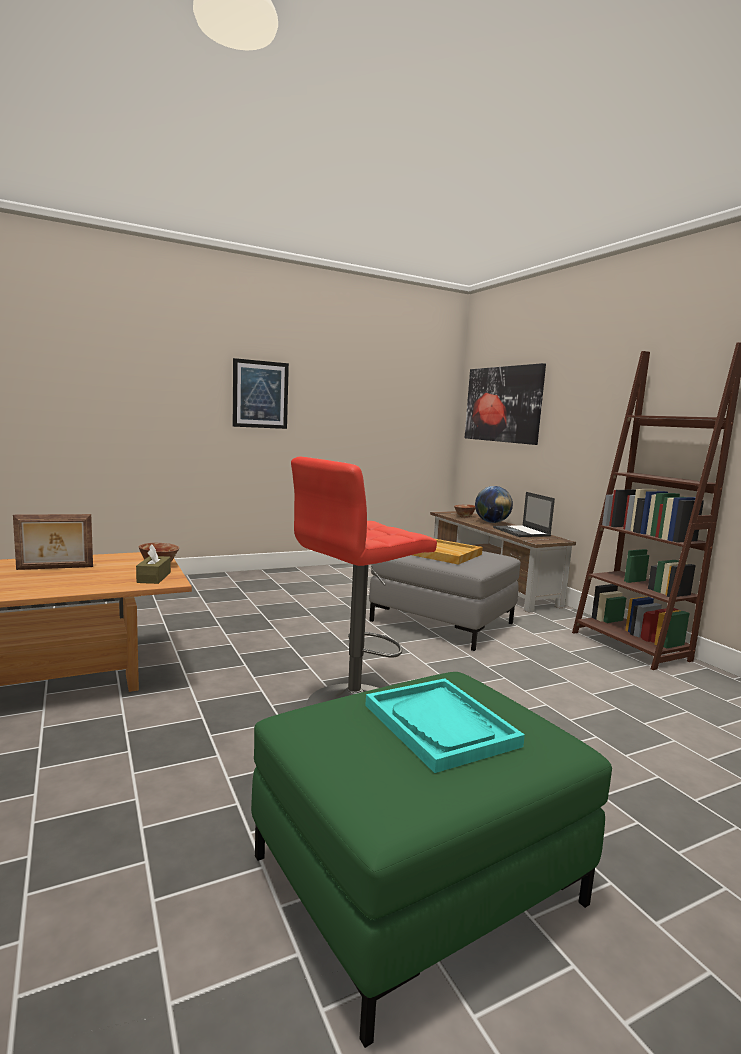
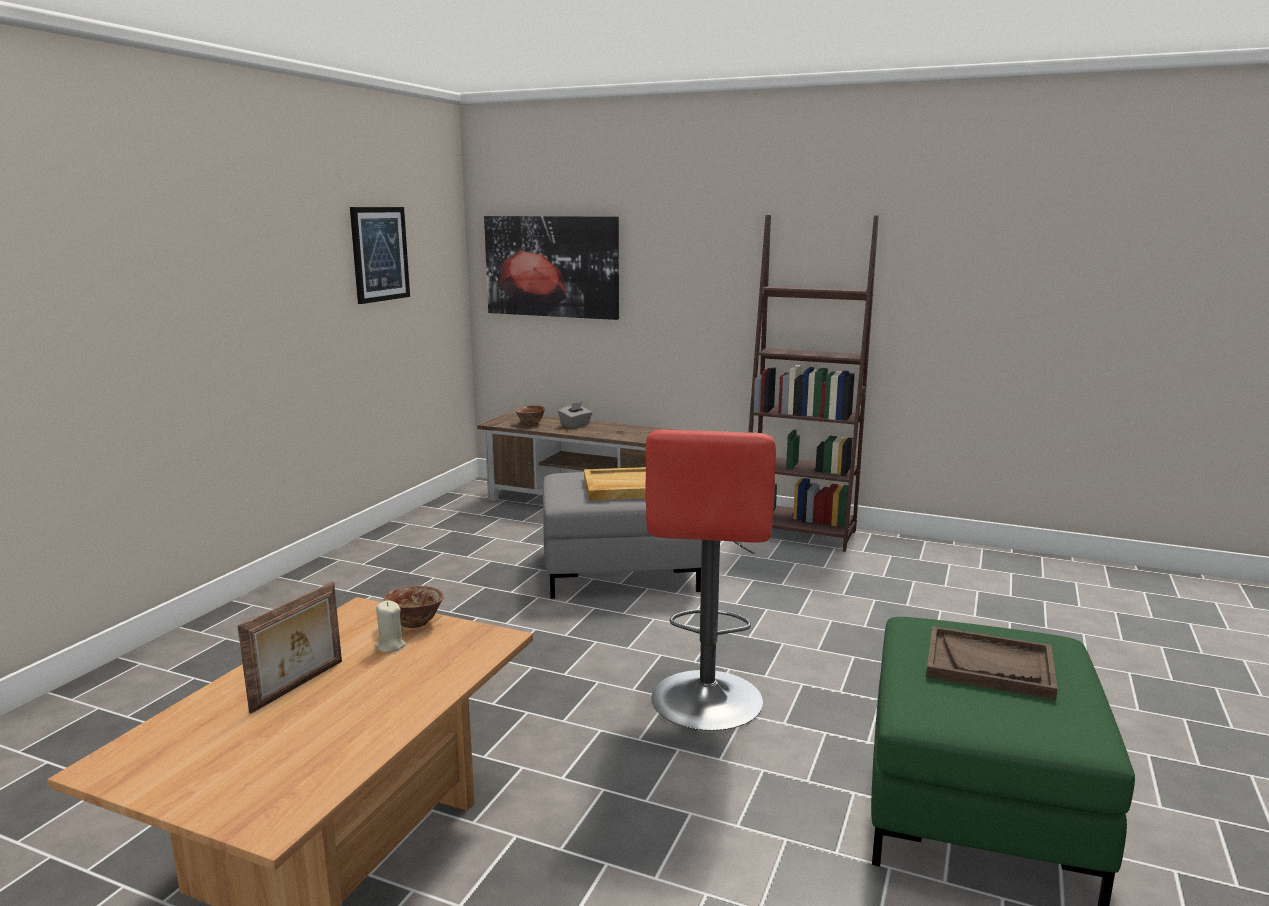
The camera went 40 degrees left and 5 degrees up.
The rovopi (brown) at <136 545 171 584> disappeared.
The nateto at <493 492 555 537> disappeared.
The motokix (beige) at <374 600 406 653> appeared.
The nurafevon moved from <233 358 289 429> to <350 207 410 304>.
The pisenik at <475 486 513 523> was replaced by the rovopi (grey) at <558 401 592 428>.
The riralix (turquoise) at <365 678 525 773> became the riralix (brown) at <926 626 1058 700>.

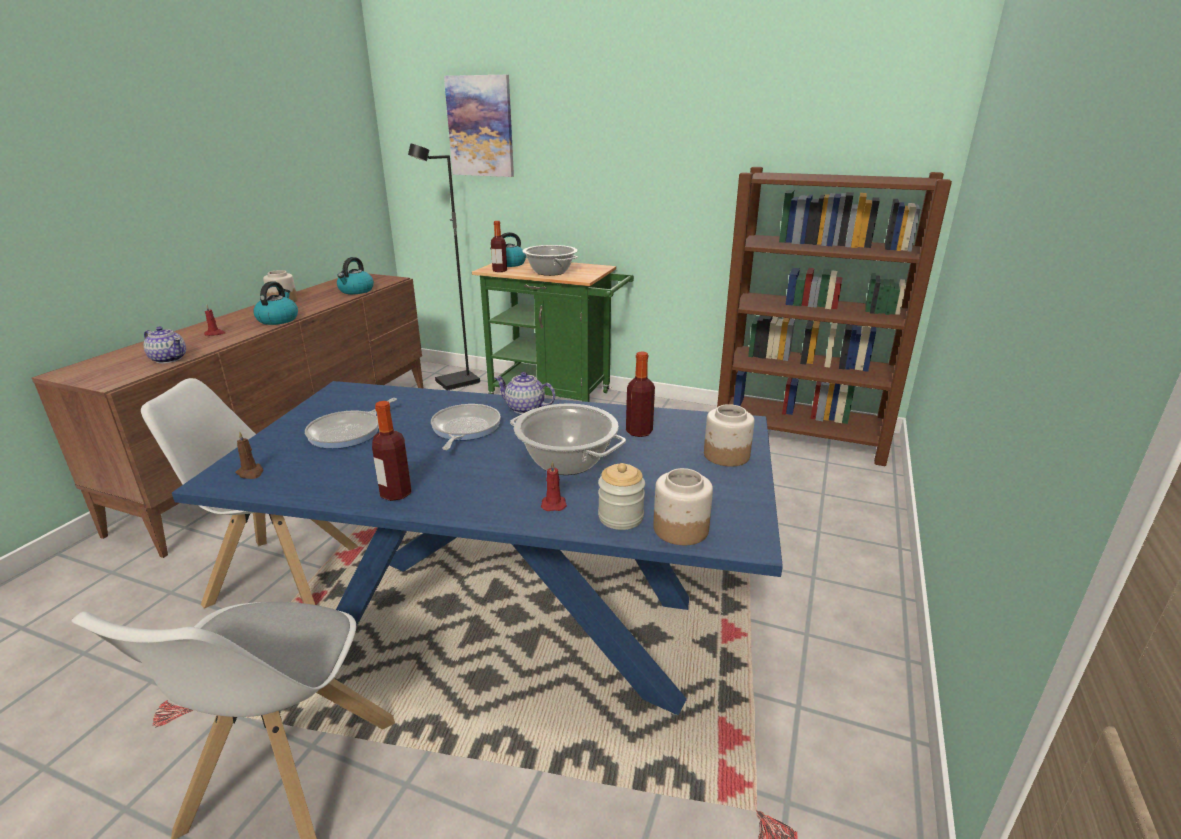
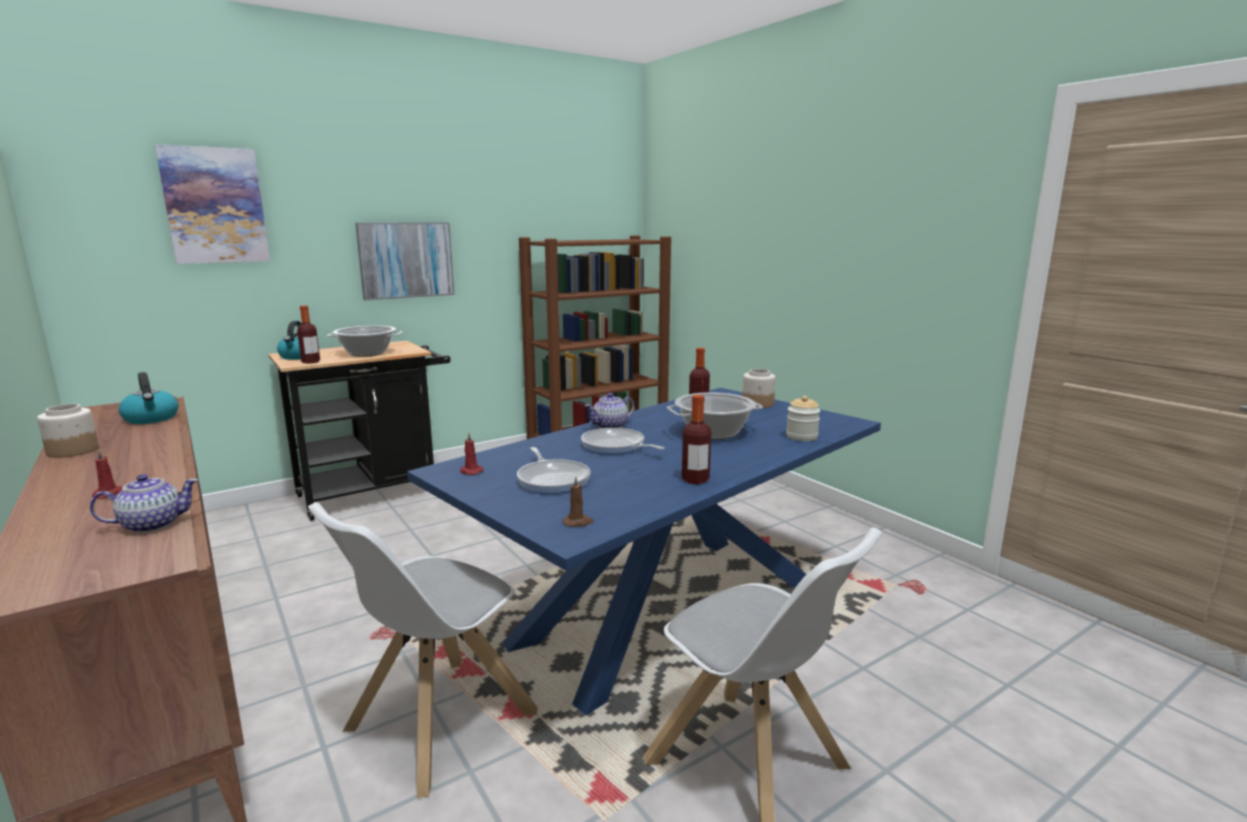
The camera went 55 degrees left and 10 degrees down.
The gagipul at <253 281 298 325> disappeared.
The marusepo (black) at <408 144 480 390> disappeared.
The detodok at <653 468 713 545> disappeared.
The nurafevon at <355 222 454 300> appeared.
The motokix (red) moved from <541 461 567 511> to <460 433 483 475>.
The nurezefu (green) at <472 259 634 402> became the nurezefu (black) at <268 341 450 521>.

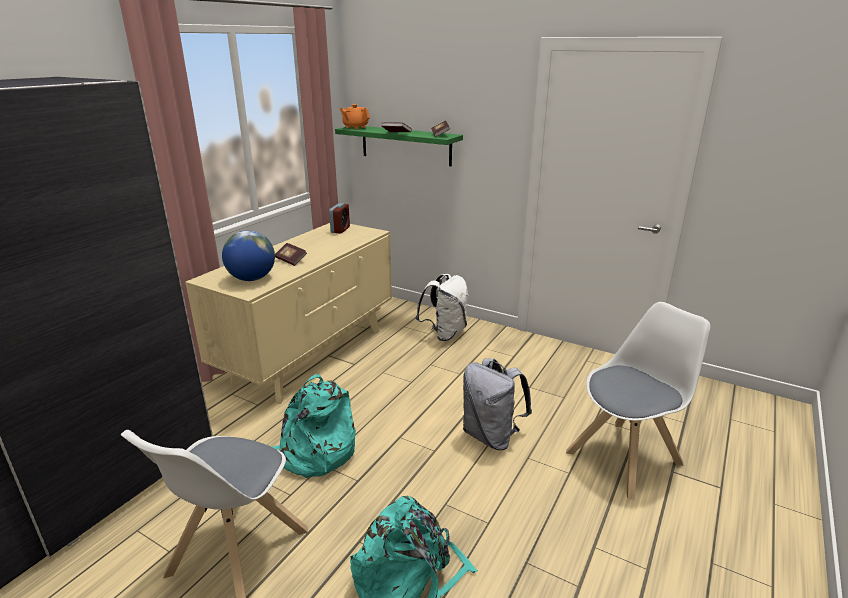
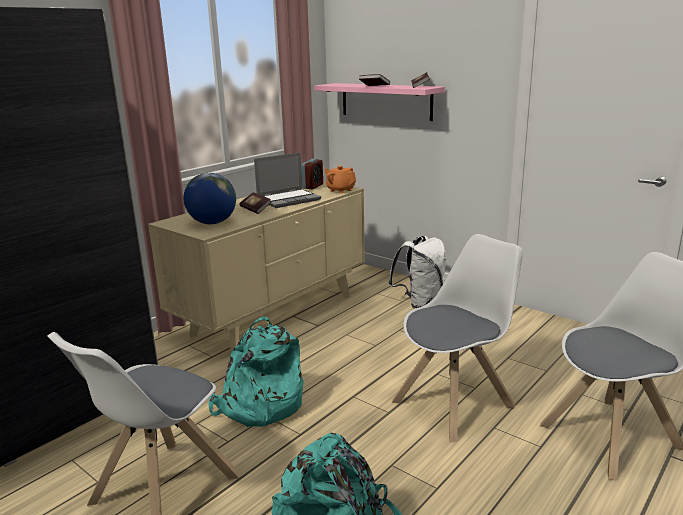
The camera went 10 degrees right and 5 degrees down.
The nateto at <254 152 321 208> appeared.
The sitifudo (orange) moved from <340 104 370 129> to <324 166 356 193>.
The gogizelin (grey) at <463 358 532 450> was replaced by the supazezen at <392 234 523 442>.
The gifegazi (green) at <335 126 463 166> became the gifegazi (pink) at <314 83 445 121>.

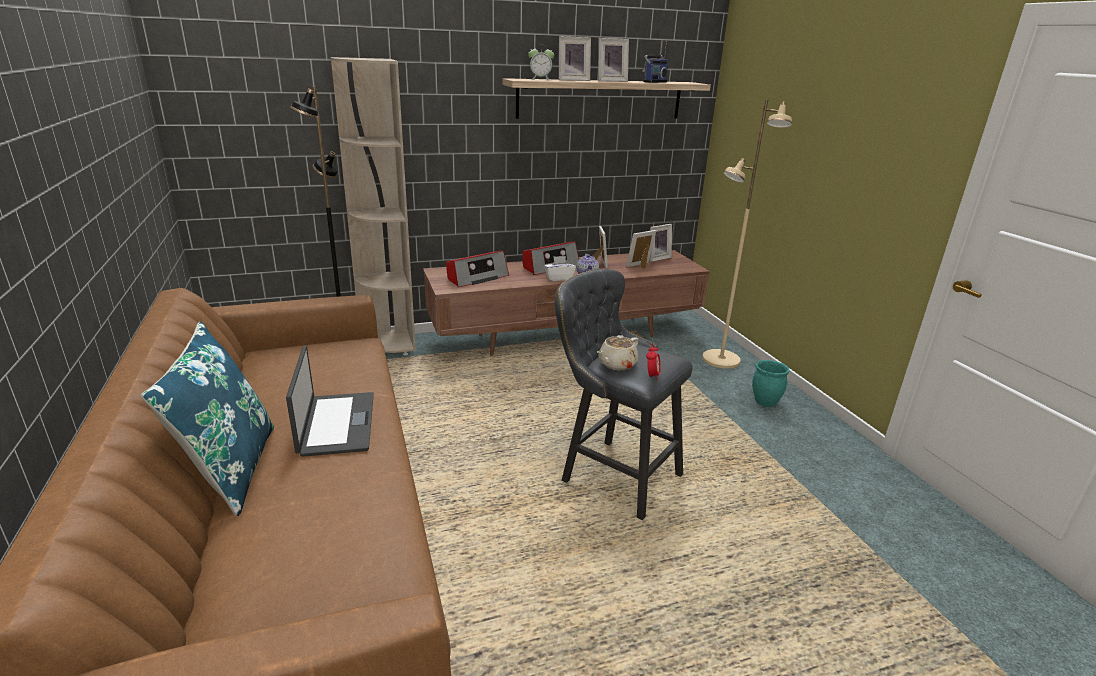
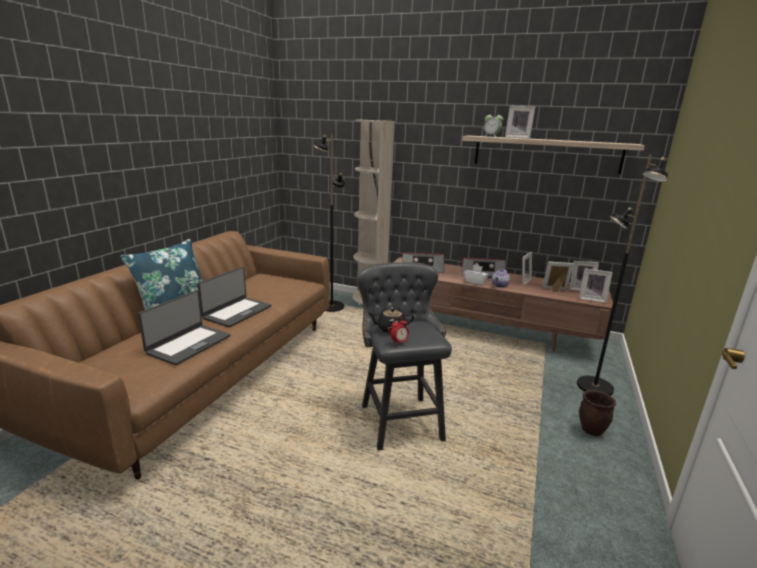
The camera went 40 degrees right and 5 degrees down.
The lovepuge at <642 41 668 83> disappeared.
The nateto at <138 290 230 365> appeared.
The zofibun moved from <598 38 629 82> to <579 268 613 303>.
The sitifudo (beige) at <597 335 639 370> became the sitifudo (black) at <368 307 414 333>.
The marusepo (beige) at <702 99 792 369> became the marusepo (black) at <577 155 668 396>.
The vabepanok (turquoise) at <752 360 790 407> became the vabepanok (brown) at <579 390 616 436>.

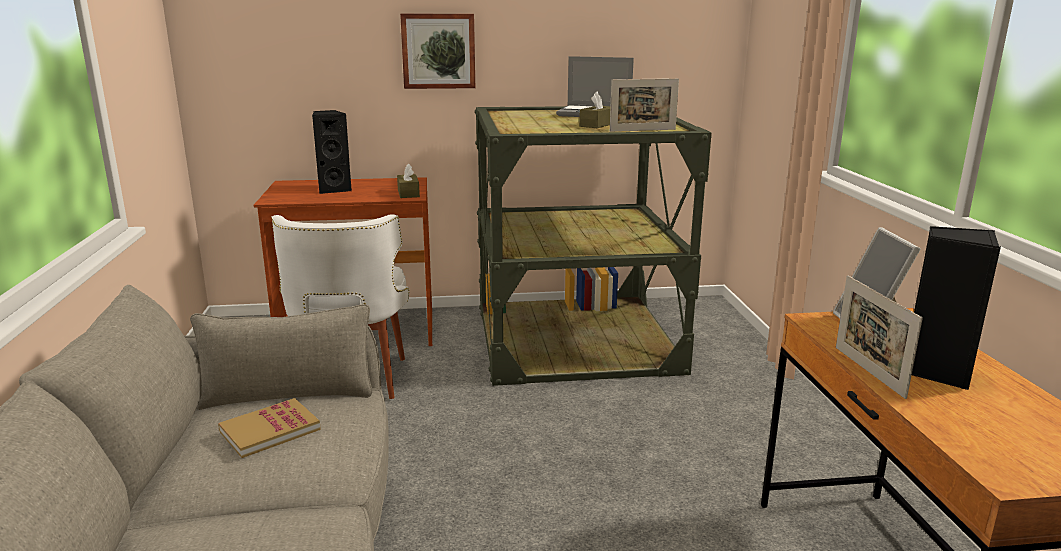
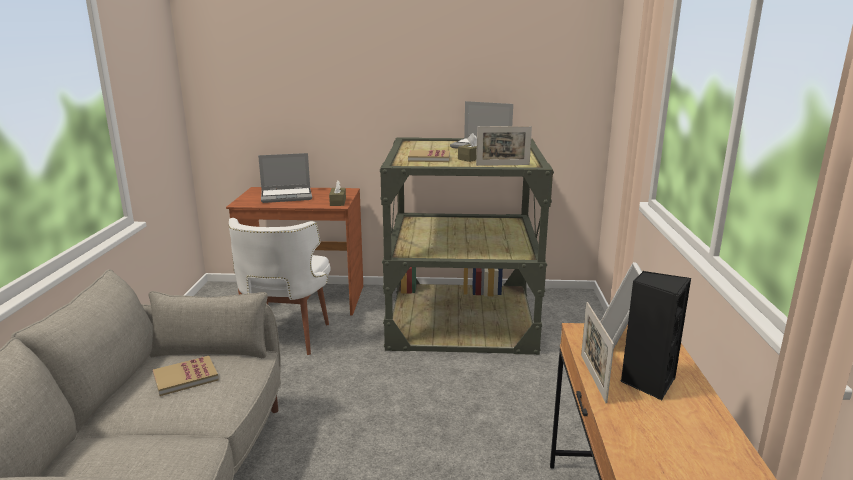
The camera went 10 degrees right and 0 degrees up.
The nurafevon at <400 14 475 89> disappeared.
The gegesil at <408 150 450 162> appeared.
The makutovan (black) at <312 110 352 194> was replaced by the nateto at <258 153 312 203>.

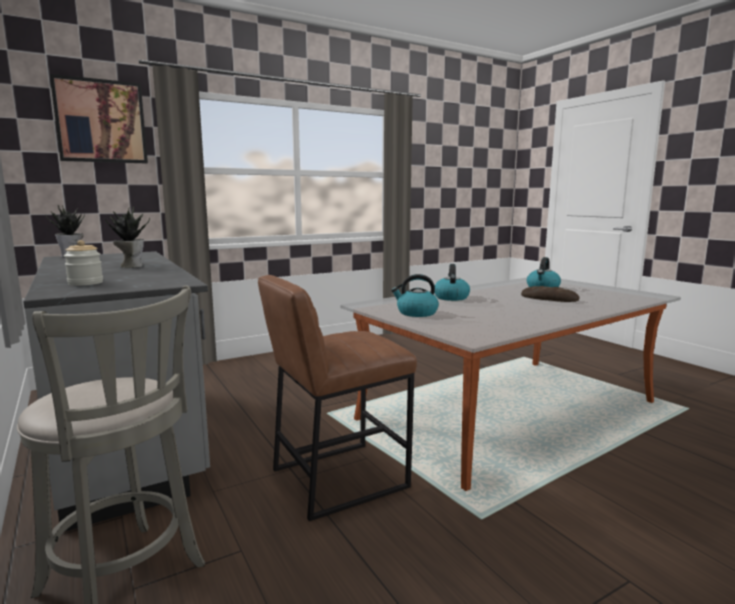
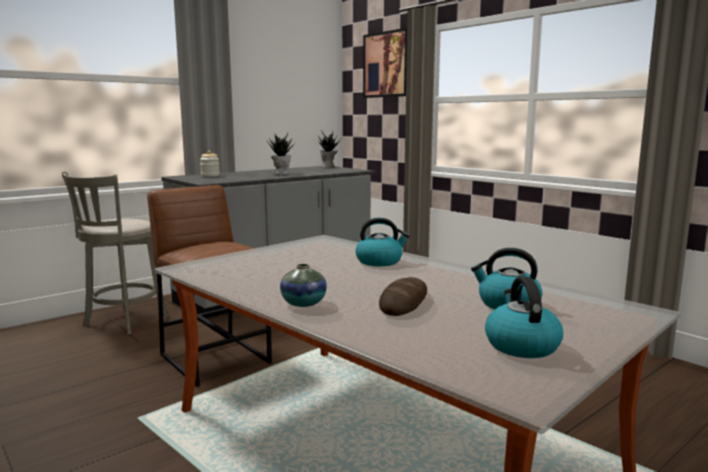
The camera went 80 degrees right and 0 degrees up.
The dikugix at <280 264 327 307> appeared.
The gagipul moved from <391 274 439 317> to <485 276 563 358>.

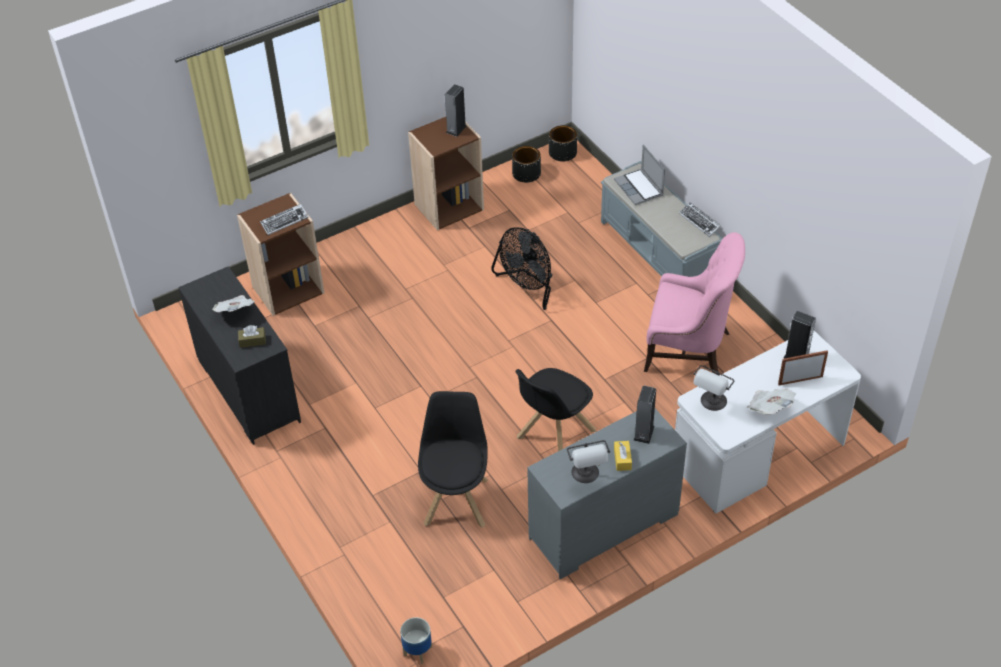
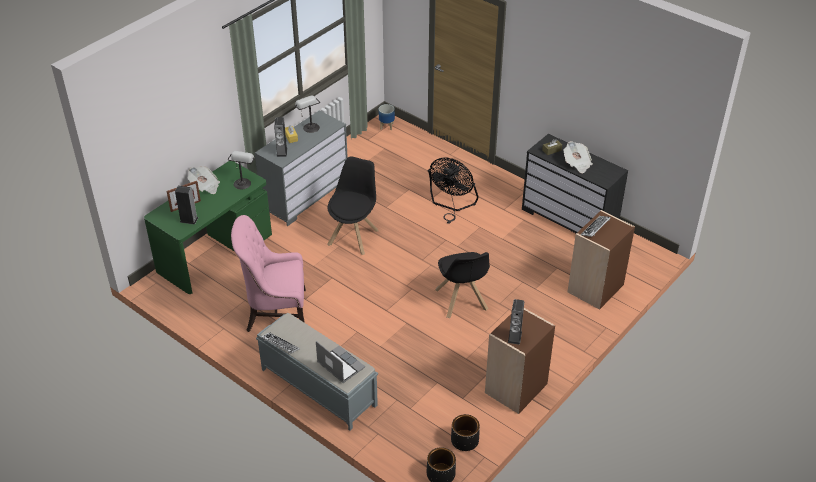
The camera went 160 degrees right and 5 degrees down.
The supazezen (black) moved from <418 391 488 528> to <435 252 490 318>.
The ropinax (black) moved from <491 227 553 310> to <428 157 478 224>.
The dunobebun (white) at <675 331 861 513> became the dunobebun (green) at <144 161 272 294>.

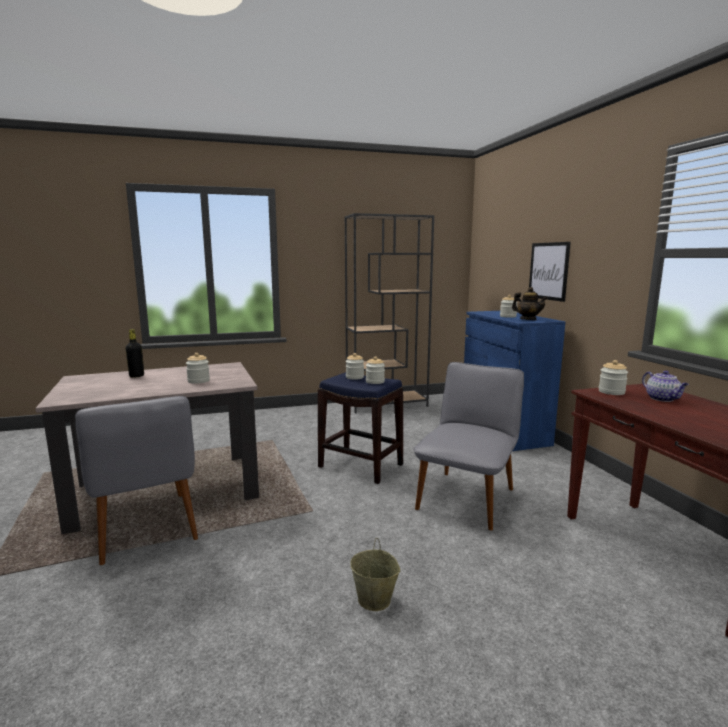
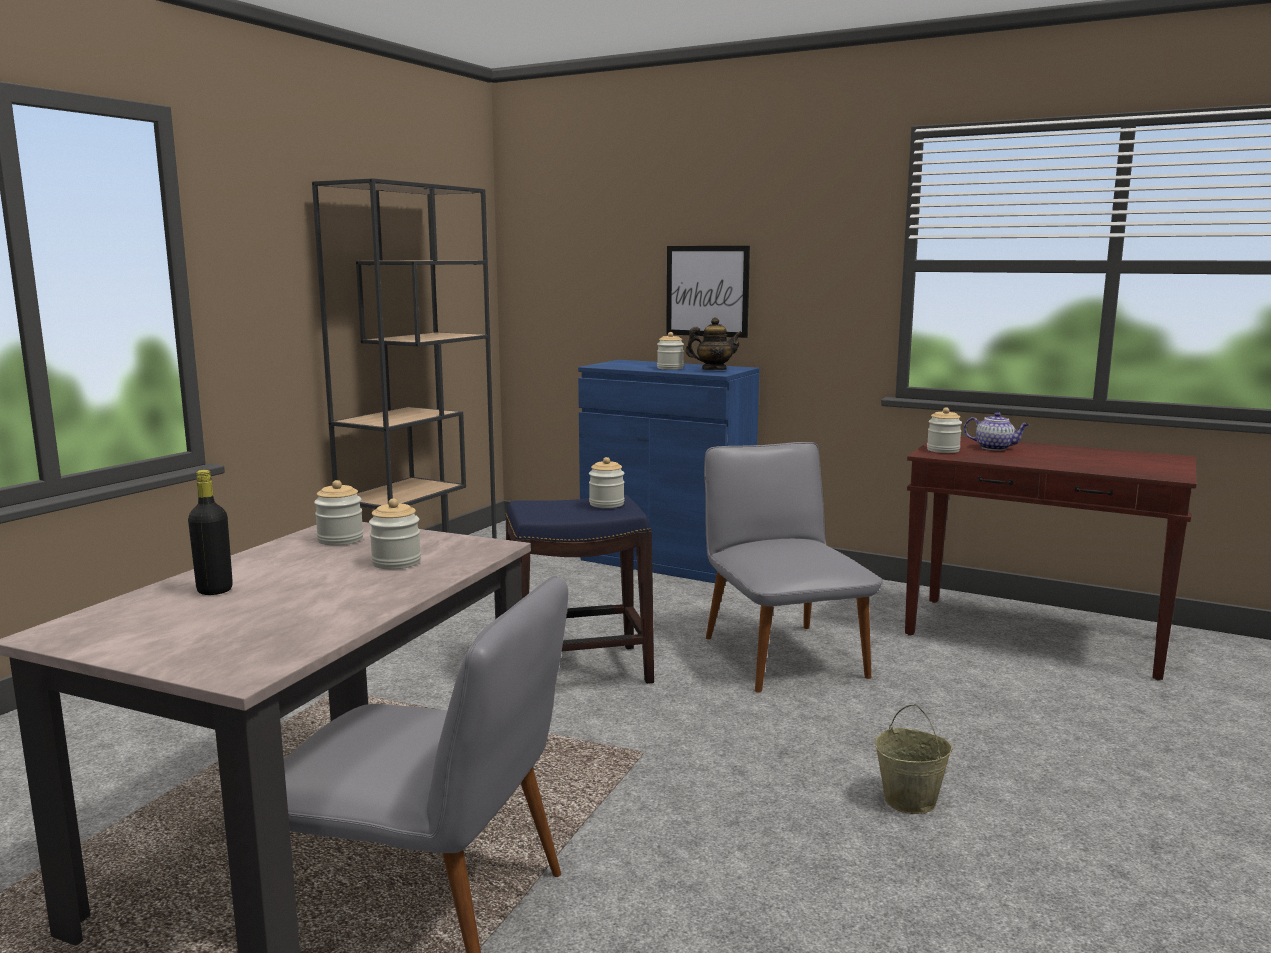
The camera went 45 degrees left and 0 degrees up.
The detodok moved from <346 353 364 380> to <314 480 364 546>.

